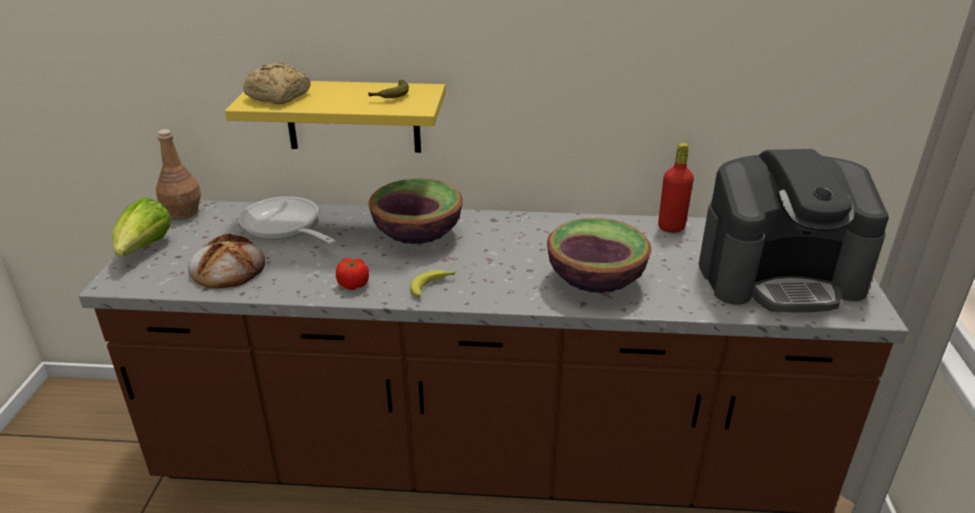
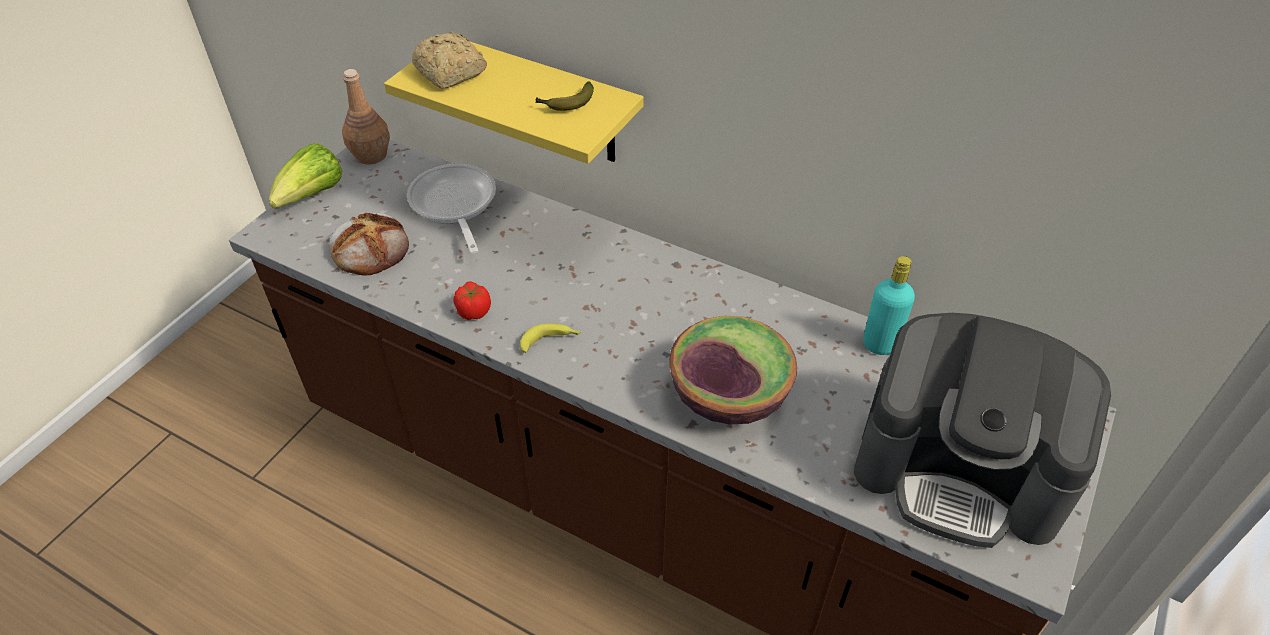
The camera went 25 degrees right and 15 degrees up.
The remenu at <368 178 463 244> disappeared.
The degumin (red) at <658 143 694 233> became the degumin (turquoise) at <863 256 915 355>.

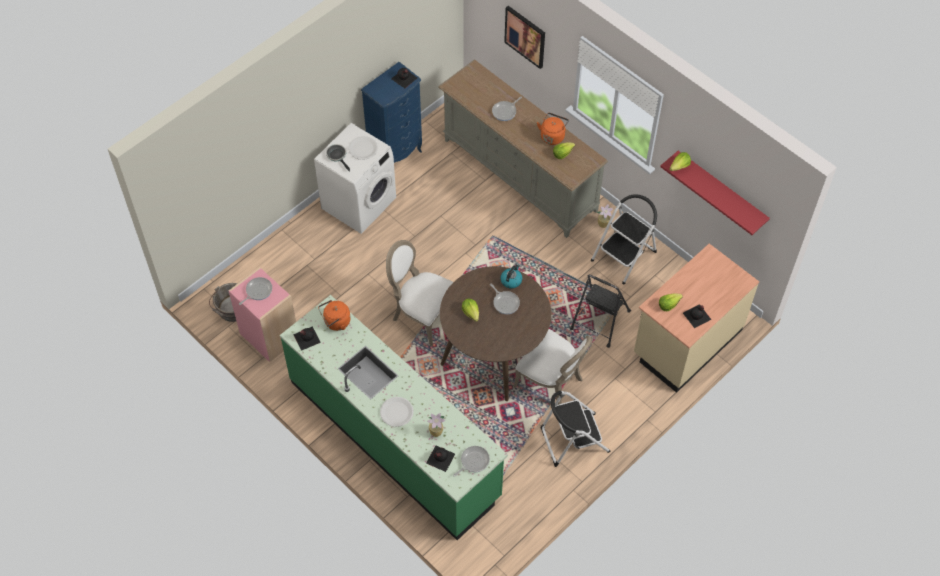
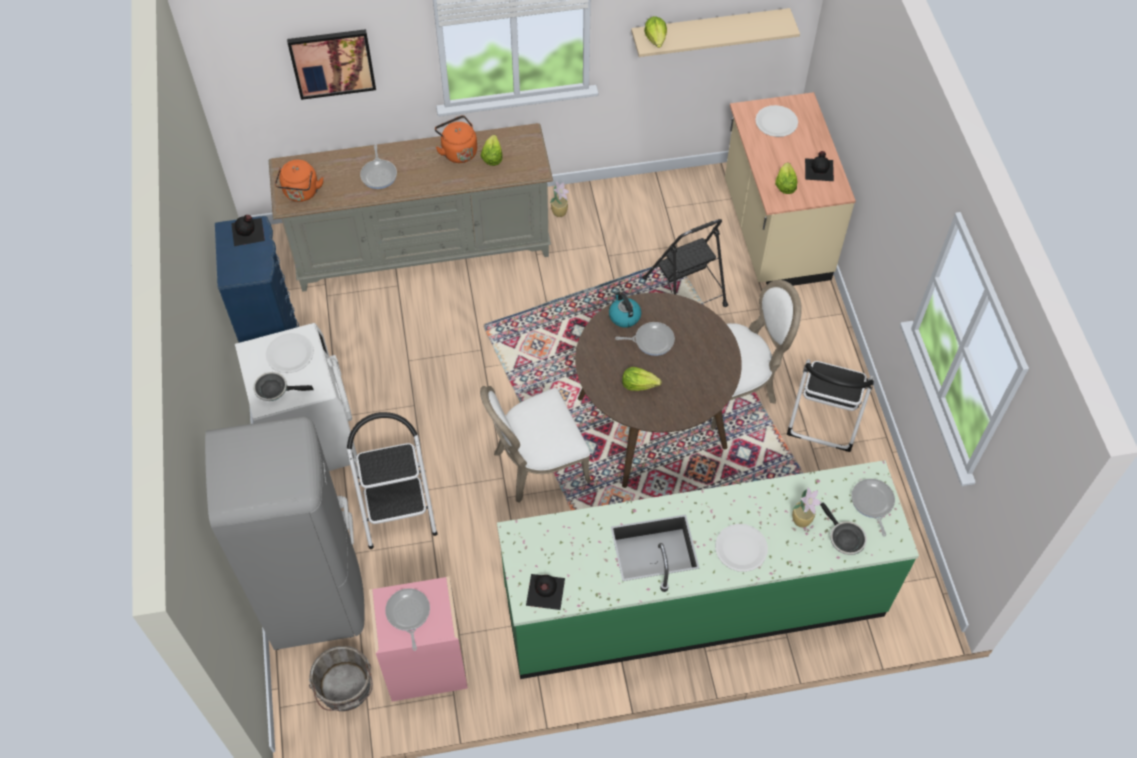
The camera went 55 degrees left and 0 degrees up.
The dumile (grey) at <205 416 365 650> appeared.
The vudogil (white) at <755 105 798 137> appeared.
The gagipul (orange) moved from <318 300 351 331> to <275 160 324 202>.
The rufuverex moved from <591 194 657 284> to <347 412 437 549>.
The degumin (black) at <426 446 455 472> was replaced by the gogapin at <820 502 867 555>.
The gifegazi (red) at <660 151 770 235> became the gifegazi (beige) at <631 8 800 57>.

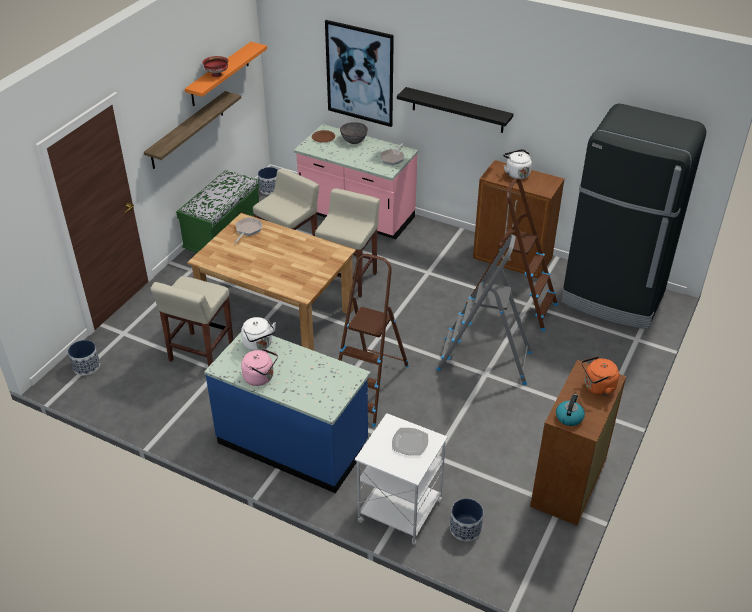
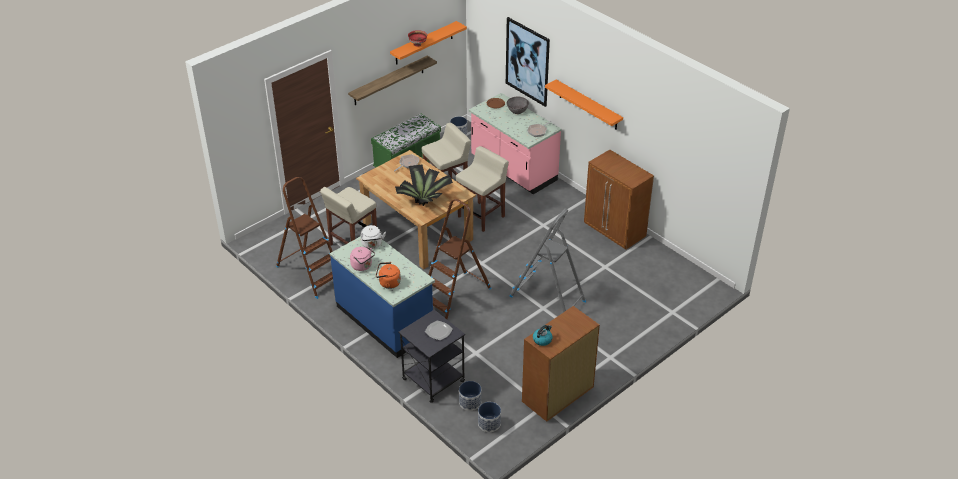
The camera went 20 degrees right and 0 degrees up.
The gagipul (white) at <503 149 532 179> disappeared.
The dumile (black) at <561 104 706 329> disappeared.
The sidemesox at <395 165 453 206> appeared.
The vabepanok moved from <68 340 100 376> to <478 402 501 432>.
The rufuverex (brown) moved from <464 178 558 331> to <276 177 333 299>.
The gagipul (orange) moved from <581 356 619 396> to <376 262 401 289>.
The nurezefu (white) at <355 413 448 545> became the nurezefu (black) at <398 310 465 403>.
The gifegazi (black) at <397 87 513 133> became the gifegazi (orange) at <545 79 623 130>.

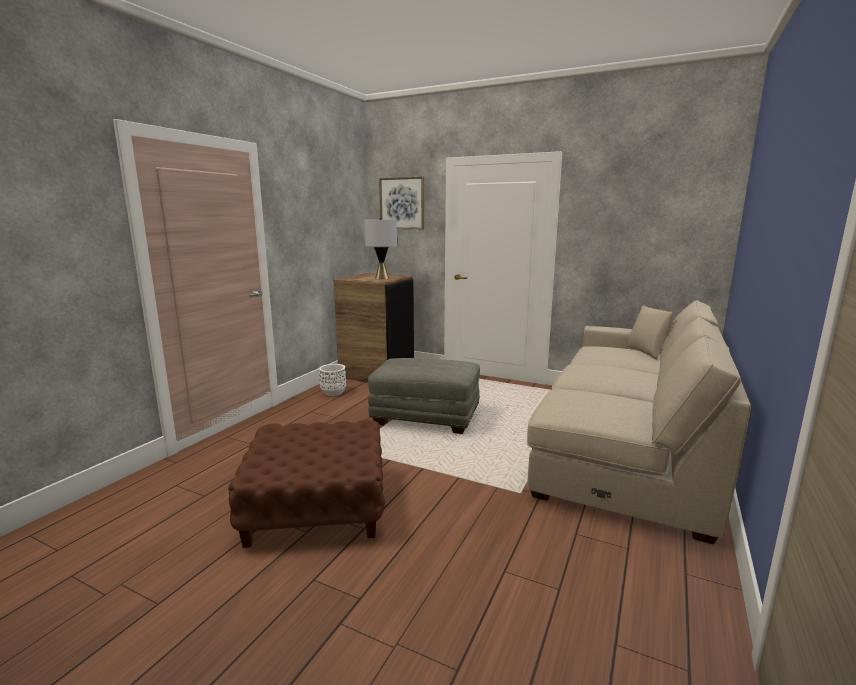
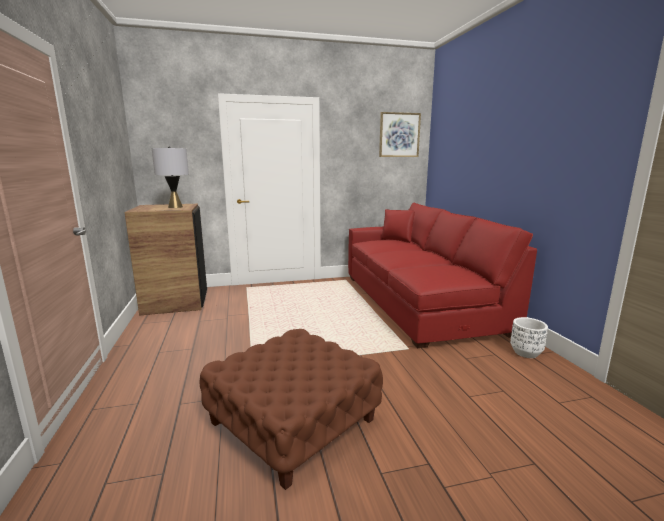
The camera went 40 degrees left and 0 degrees up.
The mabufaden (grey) at <368 358 480 434> disappeared.
The vabepanok (white) moved from <319 364 346 396> to <510 317 548 358>.
The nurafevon moved from <379 177 424 229> to <379 112 421 157>.
The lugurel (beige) at <527 300 751 544> became the lugurel (red) at <348 203 537 348>.

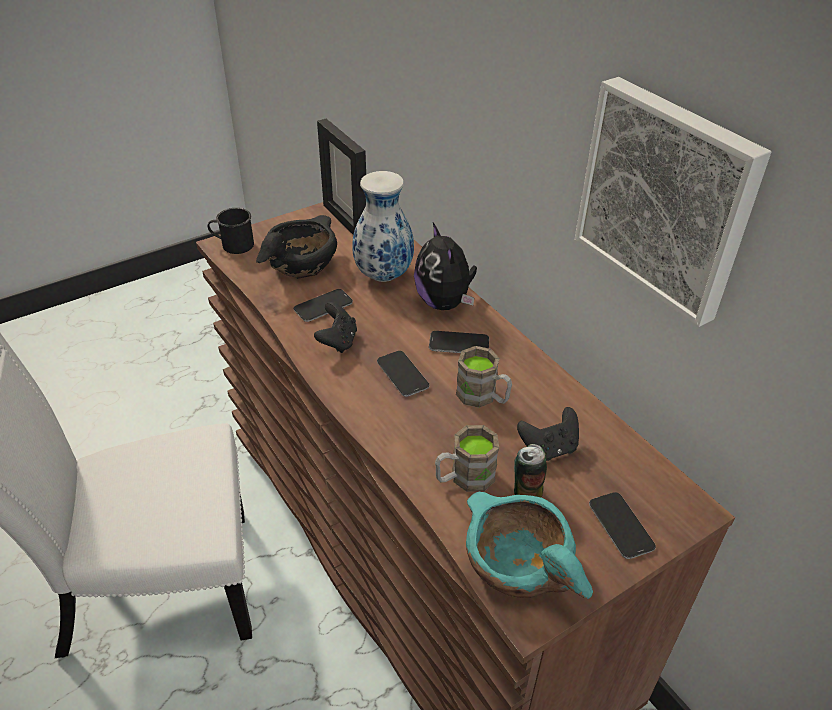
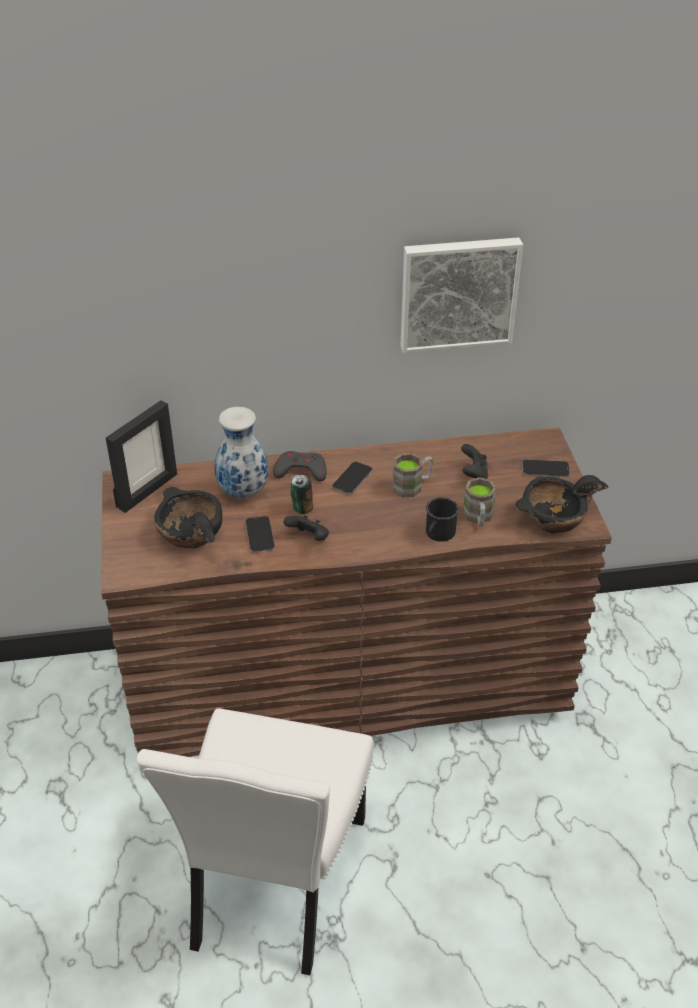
The camera went 65 degrees left and 0 degrees up.
The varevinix at <377 351 430 397> disappeared.
The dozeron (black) moved from <208 208 254 254> to <426 497 459 542>.
The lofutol moved from <514 444 547 497> to <290 474 313 514>.
The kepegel at <414 223 477 310> was replaced by the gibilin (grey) at <273 451 327 481>.
The remenu (turquoise) at <466 491 593 599> became the remenu (black) at <516 475 608 534>.
The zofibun at <317 119 366 235> turned 45 degrees counterclockwise.

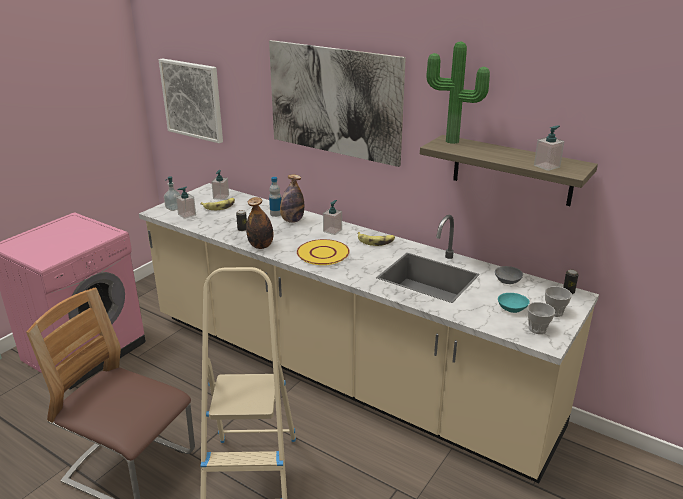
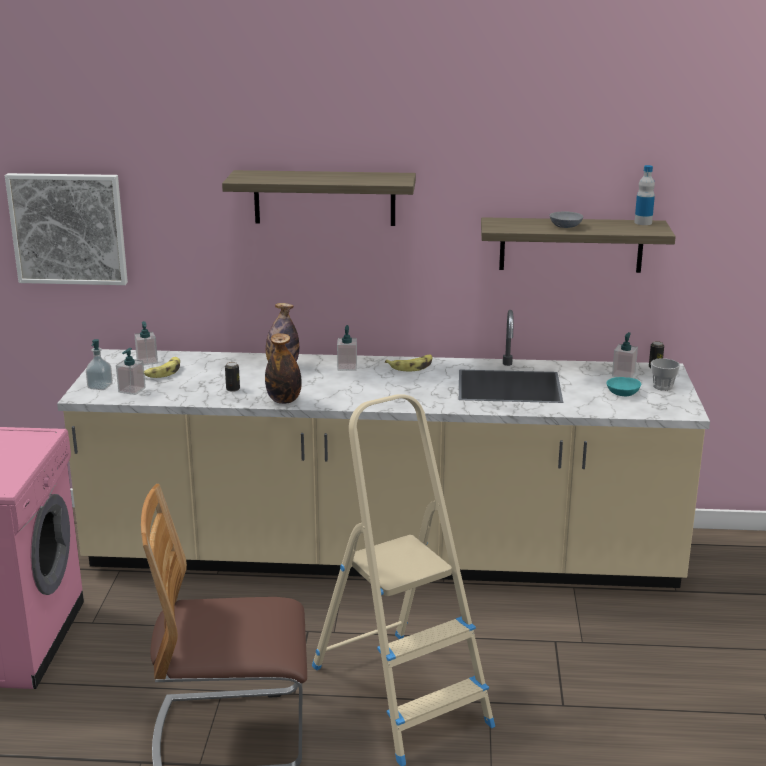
The camera went 30 degrees left and 5 degrees down.
The vudogil (yellow) at <297 239 350 265> disappeared.
The sidemesox at <426 42 490 144> disappeared.
The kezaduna at <527 302 555 334> disappeared.
The degumin moved from <269 177 281 217> to <634 165 655 225>.
The remenu (grey) moved from <495 266 523 284> to <550 211 583 228>.
The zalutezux moved from <534 125 565 171> to <612 332 638 378>.
The nurafevon at <269 40 406 167> was replaced by the gifegazi at <222 170 416 226>.

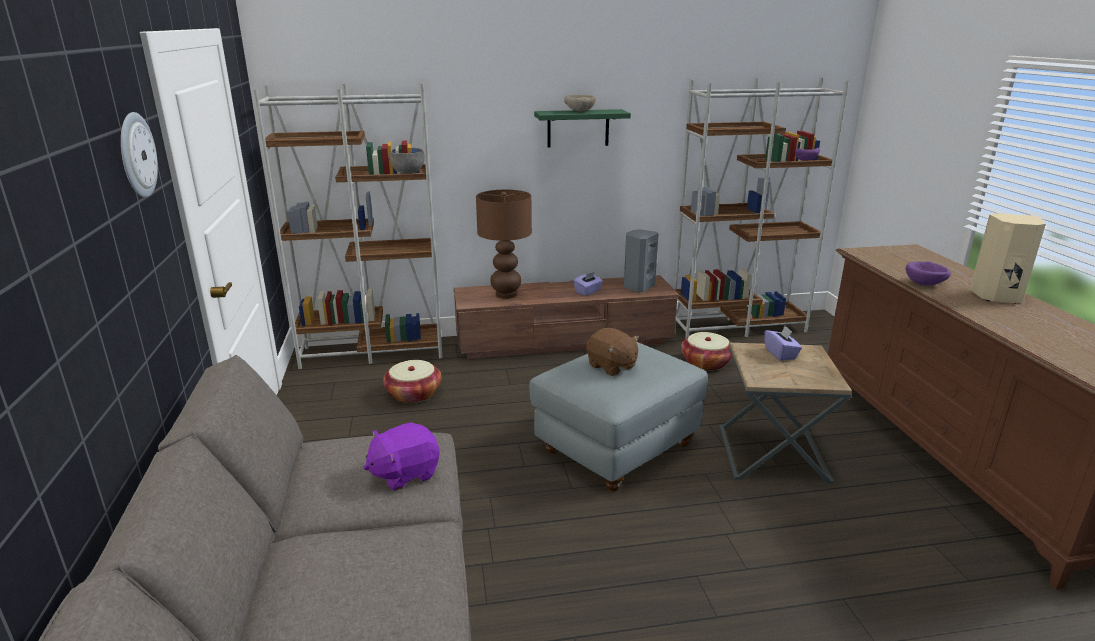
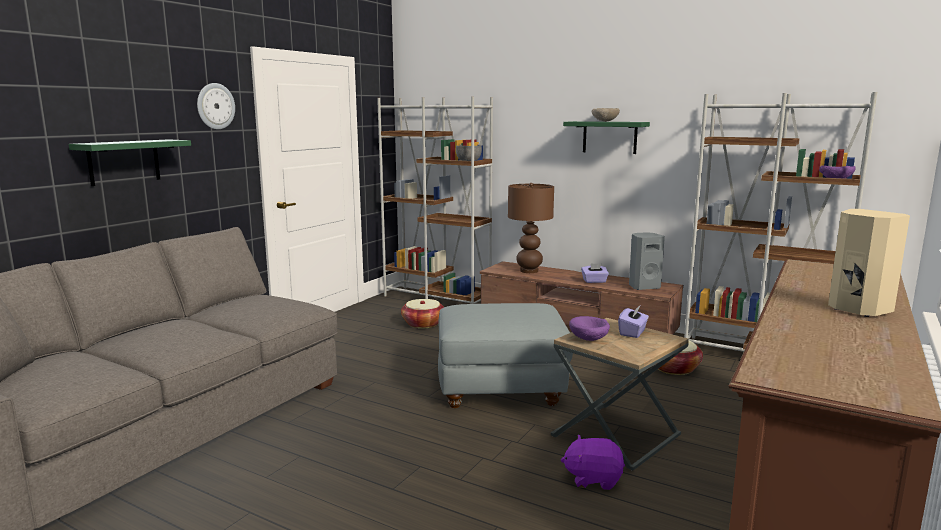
The camera went 40 degrees right and 10 degrees down.
The kepegel (brown) at <586 328 639 376> disappeared.
The gifegazi (green) at <69 139 191 186> appeared.
The kepegel (purple) moved from <364 422 440 491> to <561 435 625 490>.
The remenu (purple) moved from <906 261 951 285> to <569 316 610 341>.

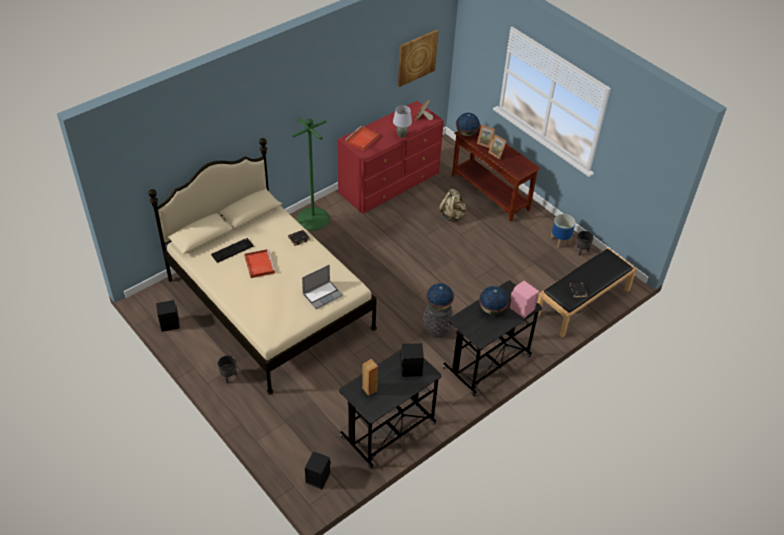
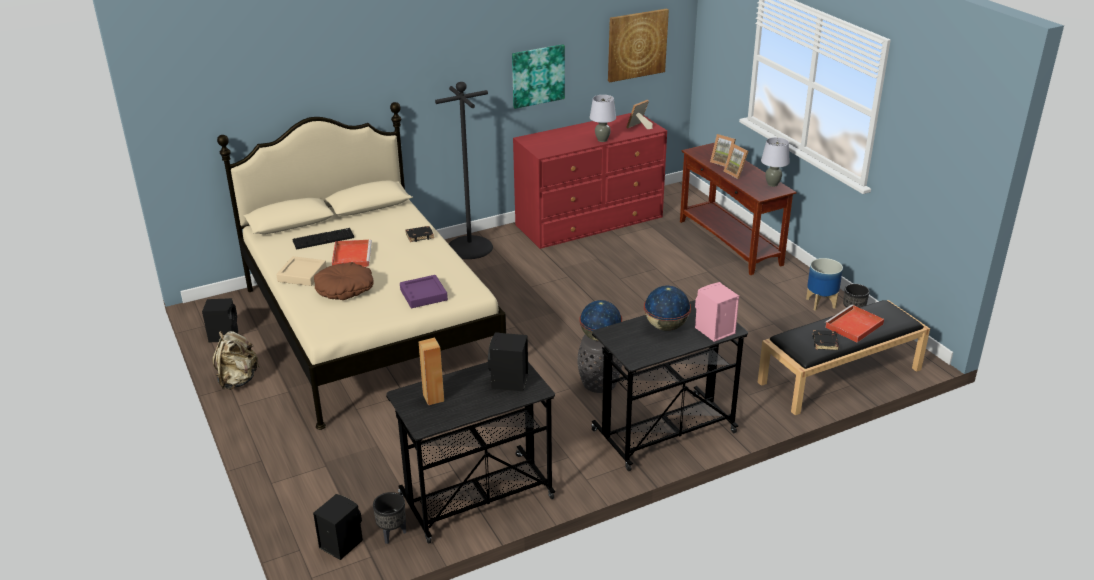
The camera went 15 degrees right and 15 degrees down.
The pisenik at <456 113 480 136> disappeared.
The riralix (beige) at <276 256 327 286> appeared.
The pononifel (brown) at <314 262 374 300> appeared.
The nurafevon at <512 44 565 109> appeared.
The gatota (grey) at <761 137 790 187> appeared.
The vabepanok (black) moved from <218 355 237 383> to <373 492 406 544>.
The riralix (red) moved from <345 126 379 151> to <825 305 884 343>.
The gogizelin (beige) moved from <439 189 466 223> to <212 331 260 390>.
The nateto at <302 265 343 309> was replaced by the riralix (purple) at <400 275 448 308>.
The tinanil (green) at <292 117 330 230> became the tinanil (black) at <435 82 493 259>.

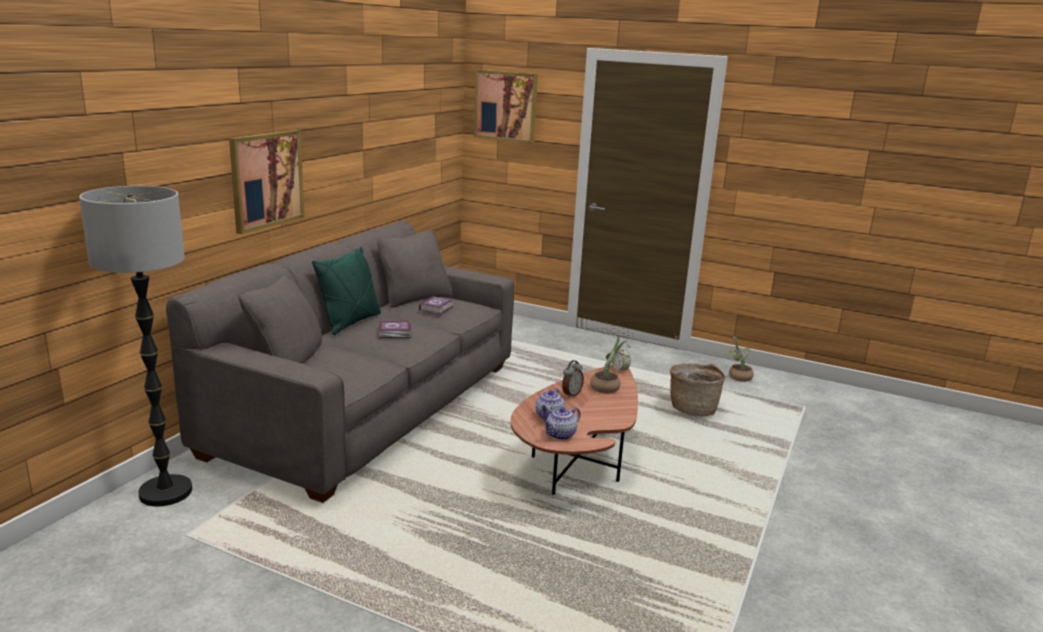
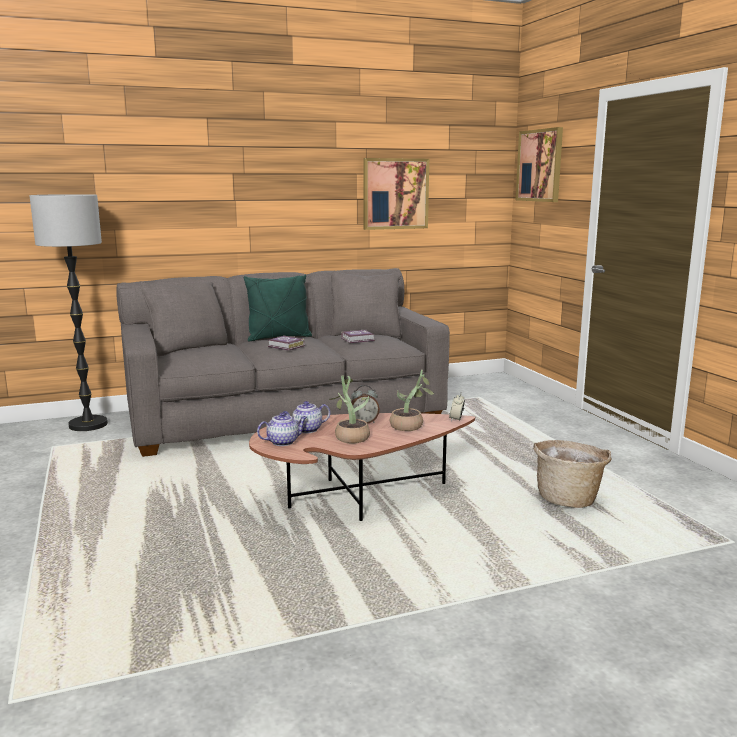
The camera went 45 degrees right and 5 degrees down.
The nurafevon moved from <229 130 304 234> to <363 158 429 230>.
The sidemesox moved from <725 336 754 382> to <329 376 370 444>.
The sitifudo at <543 407 581 440> turned 150 degrees clockwise.

